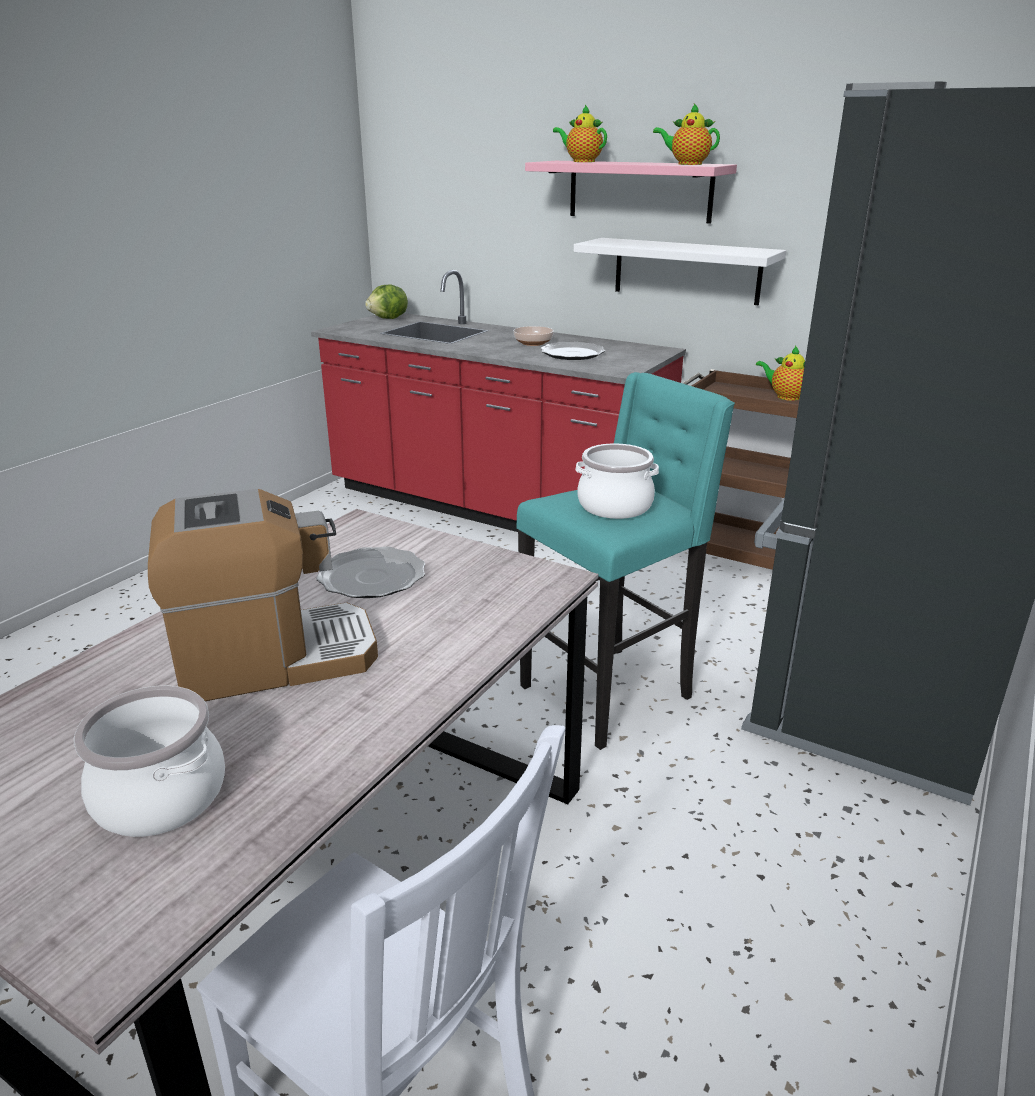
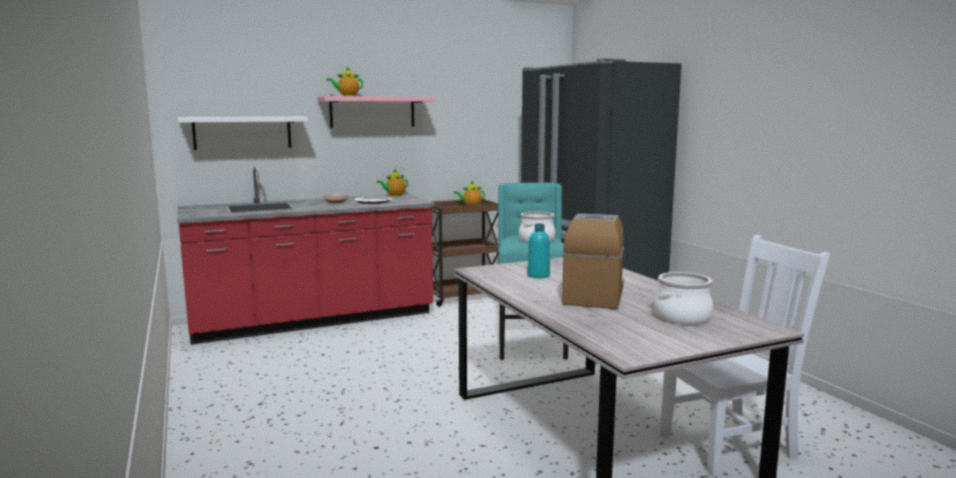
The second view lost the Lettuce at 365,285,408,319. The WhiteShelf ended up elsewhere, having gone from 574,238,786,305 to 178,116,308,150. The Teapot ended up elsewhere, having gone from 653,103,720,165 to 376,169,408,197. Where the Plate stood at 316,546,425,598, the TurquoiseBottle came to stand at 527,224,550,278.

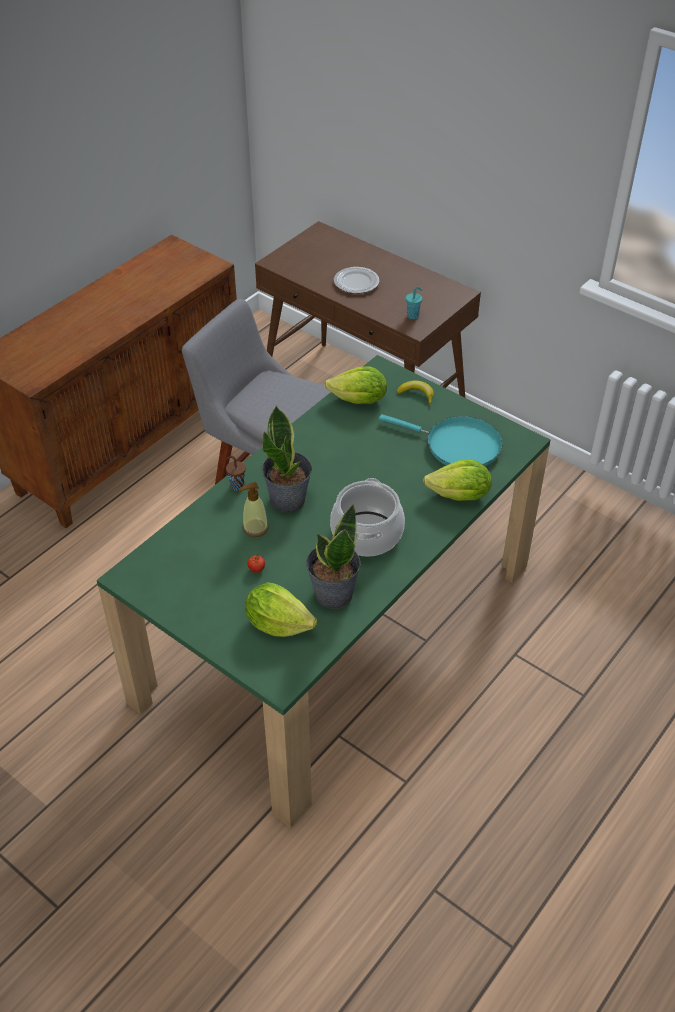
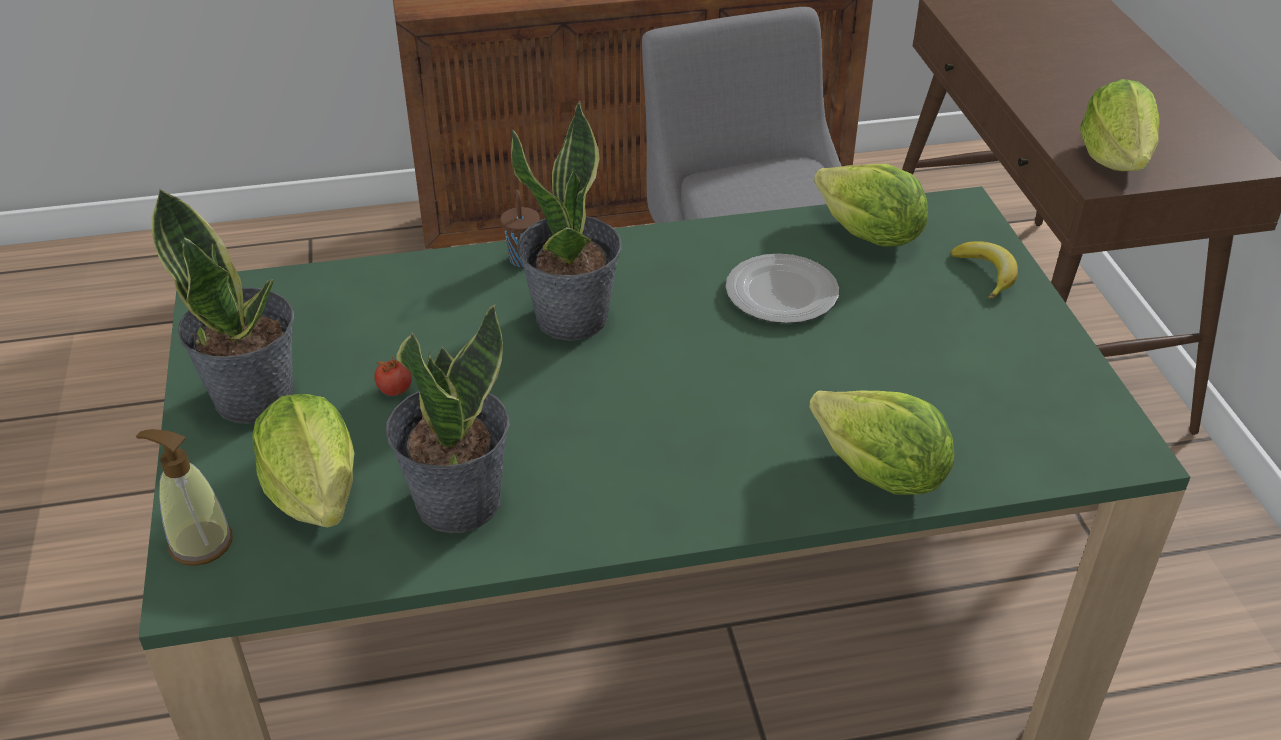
The second view lost the CookingPot at 330,478,405,556. The second view lost the TurquoiseFryingPan at 379,414,502,466. The second view gained the PottedPlant at 152,188,294,424. The SoapDispenser ended up elsewhere, having gone from 238,482,269,537 to 136,429,232,566. The Plate ended up elsewhere, having gone from 334,267,379,294 to 726,253,839,324. Where the TurquoiseCup stood at 406,287,422,319, the Lettuce came to stand at 1080,79,1160,171.

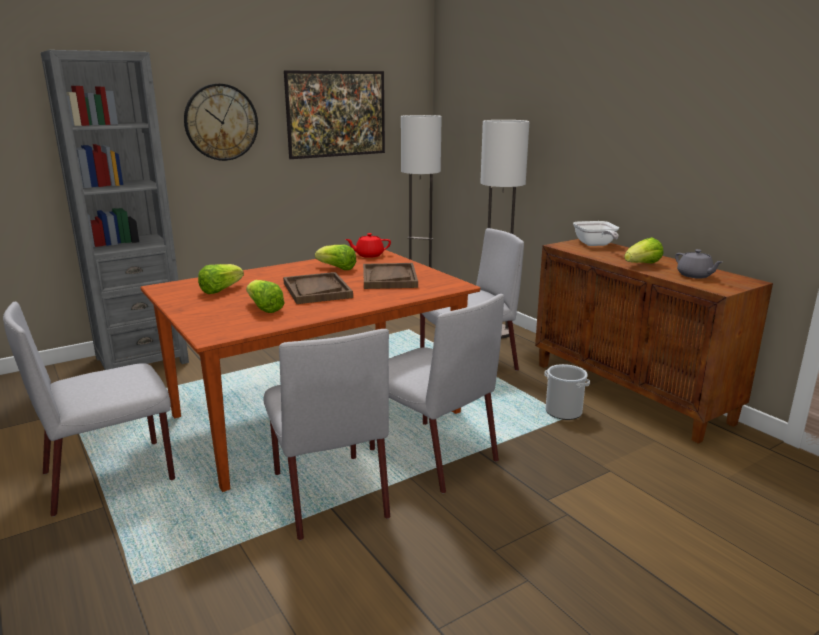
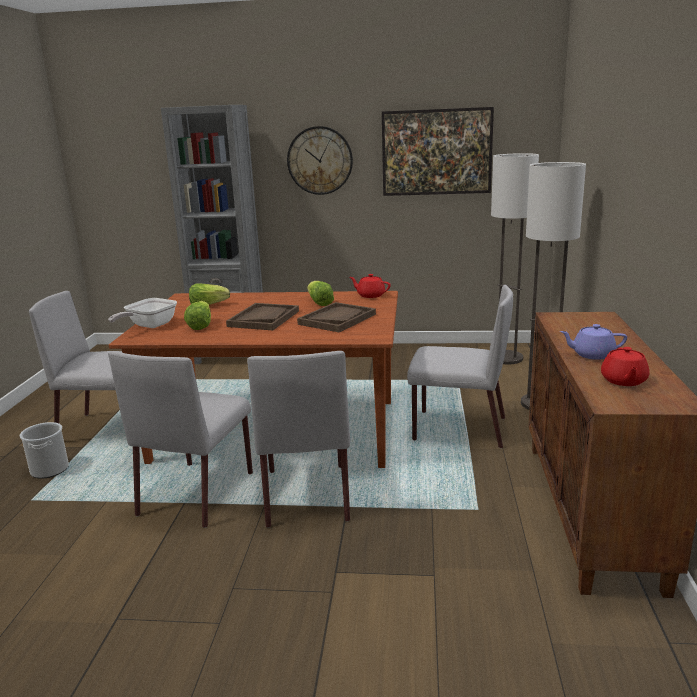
The Bucket ended up elsewhere, having gone from 544,364,590,420 to 20,422,69,479. The FryingPan ended up elsewhere, having gone from 573,221,619,246 to 108,298,177,328. Where the Lettuce stood at 624,237,663,263, the PurpleTeapot came to stand at 560,324,627,360. What was the GreyTeapot at 675,249,722,279 turned into the RedTeapot at 601,347,650,386.

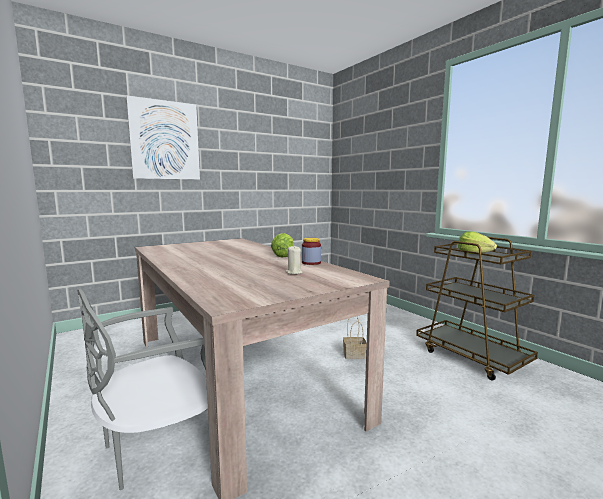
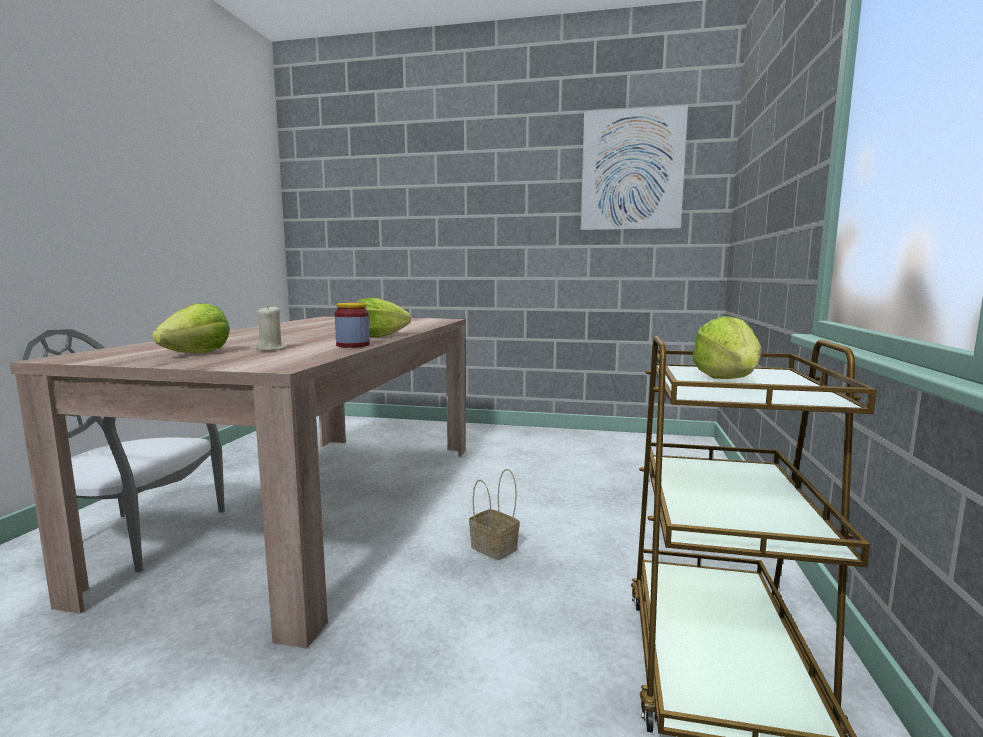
The second view gained the Lettuce at 152,303,230,353. The Picture ended up elsewhere, having gone from 126,96,200,180 to 581,105,688,230.

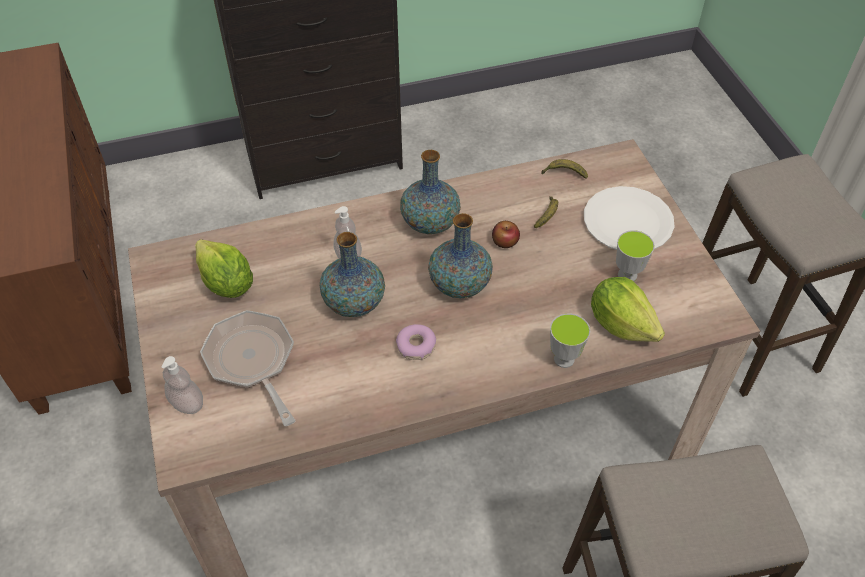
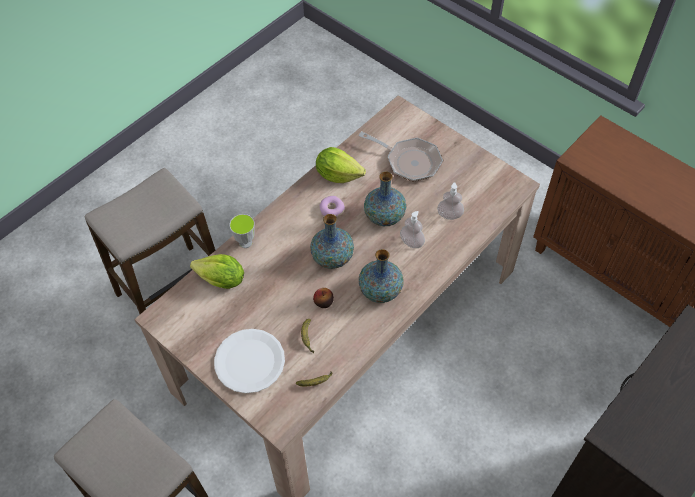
The second view lost the Cup at 616,230,655,282. The SoapDispenser ended up elsewhere, having gone from 162,356,203,414 to 437,182,464,220. The Lettuce ended up elsewhere, having gone from 195,239,253,298 to 316,147,366,183.

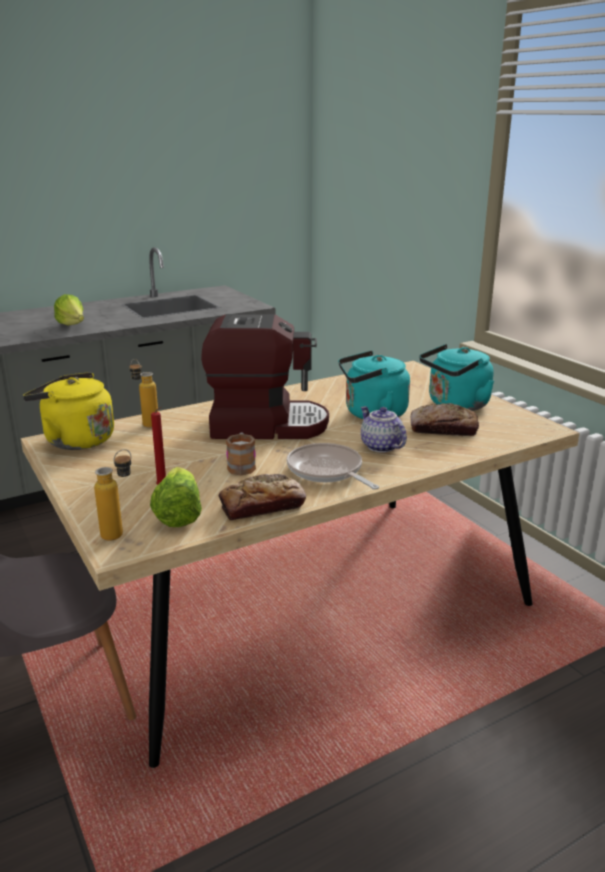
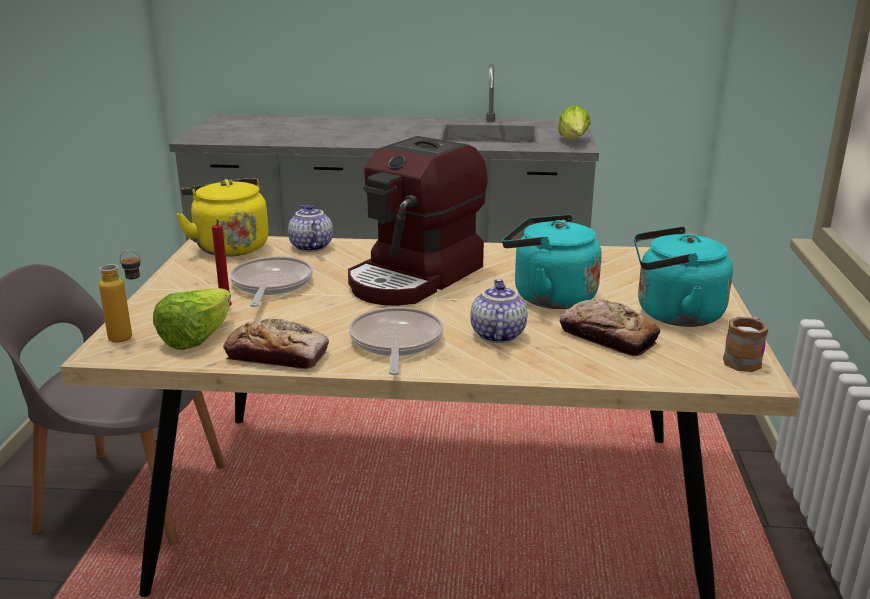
The second view gained the FryingPan at 230,256,313,307. The Lettuce ended up elsewhere, having gone from 54,294,84,326 to 558,105,591,139. The Mug ended up elsewhere, having gone from 226,432,256,475 to 723,316,769,372. Where the Bottle stood at 129,359,158,428, the Teapot came to stand at 288,204,333,252. The CoffeeMachine at 201,314,329,439 ended up facing another way, 90 degrees clockwise from before.

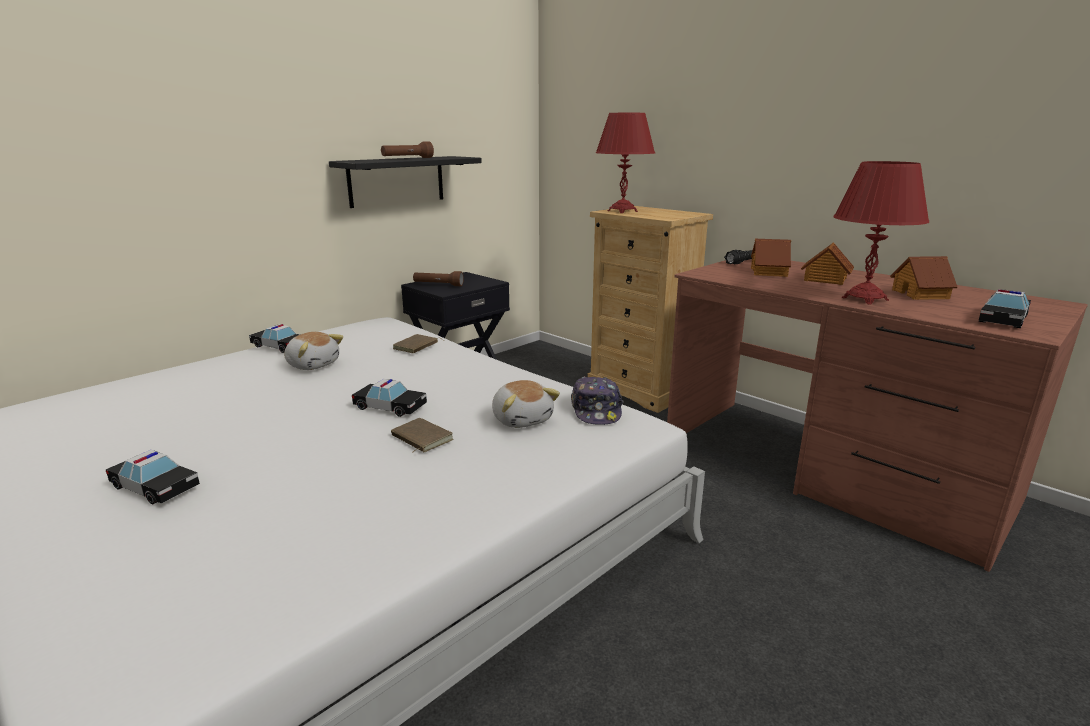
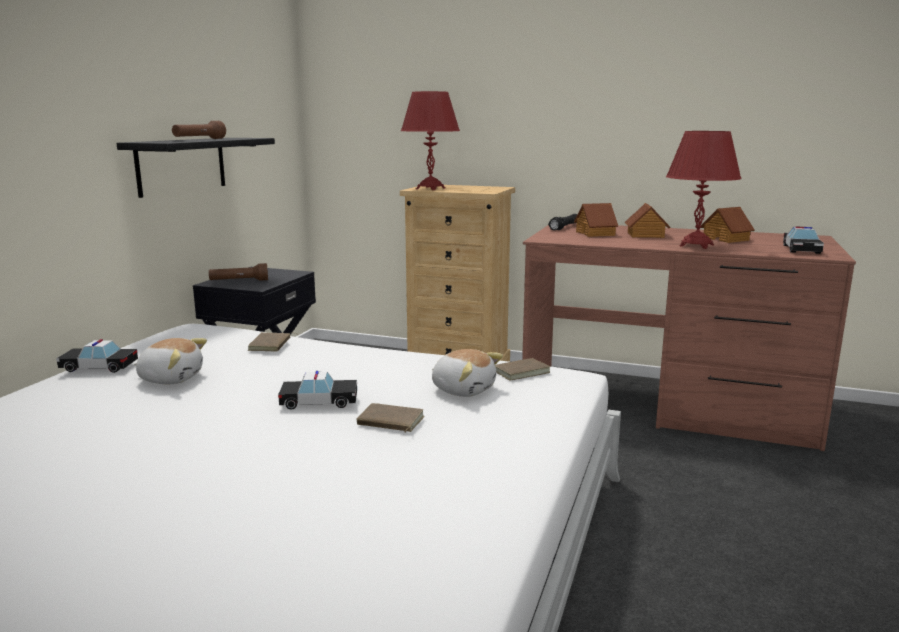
The second view lost the ToyCar at 106,450,200,504. Where the Cap stood at 571,376,623,425, the BrownBook came to stand at 495,358,550,381.

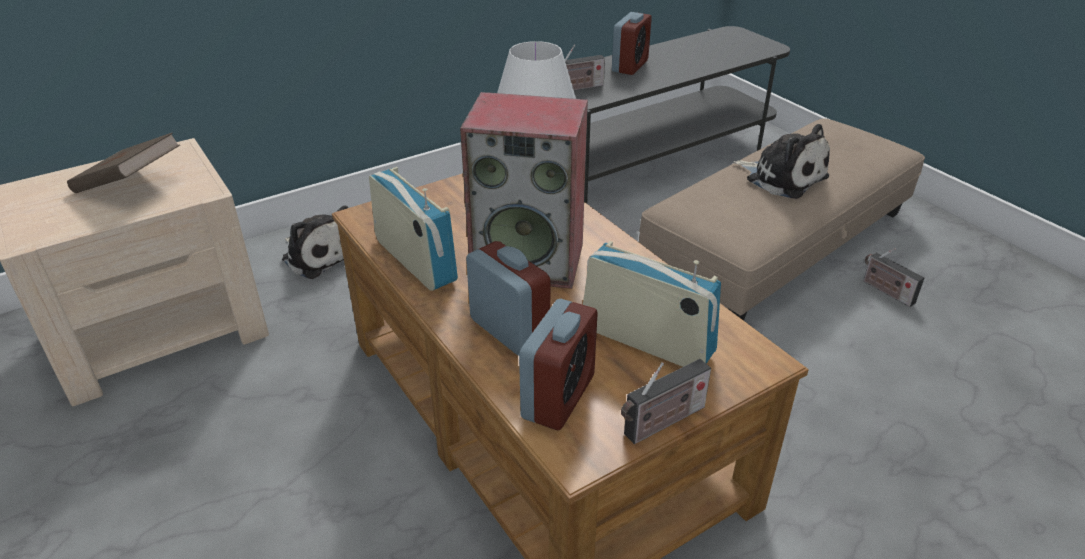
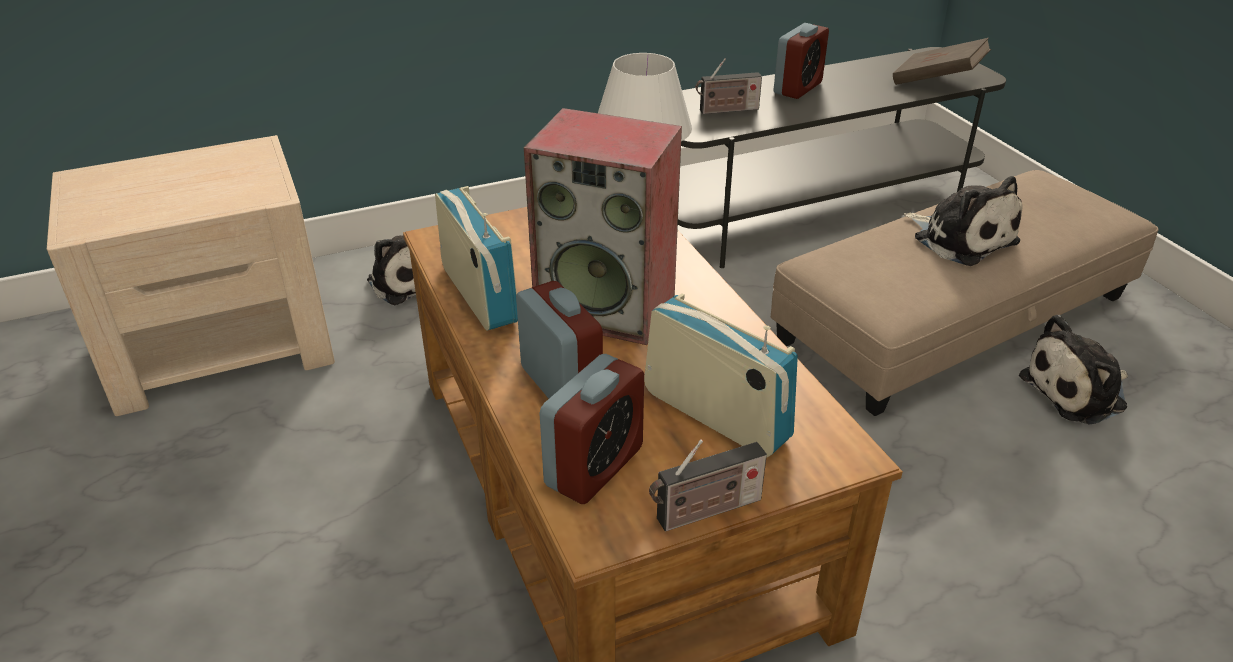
The BrownBook ended up elsewhere, having gone from 67,133,180,193 to 893,38,991,85. Where the Radio stood at 863,248,924,307, the PlushToy came to stand at 1019,315,1128,424.

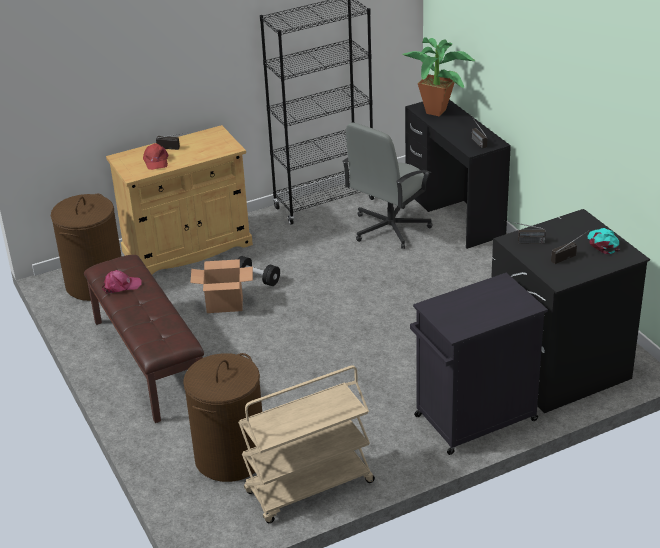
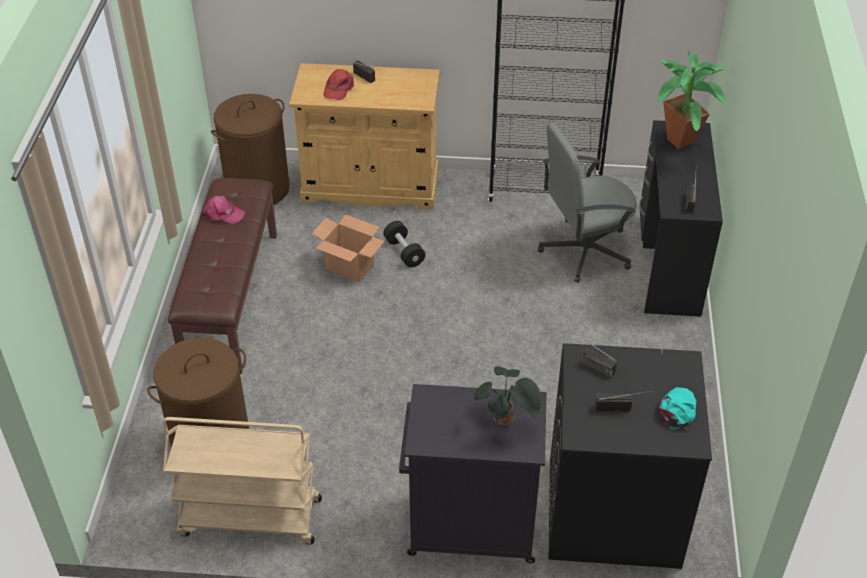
The second view gained the PottedPlant at 474,366,541,427.

